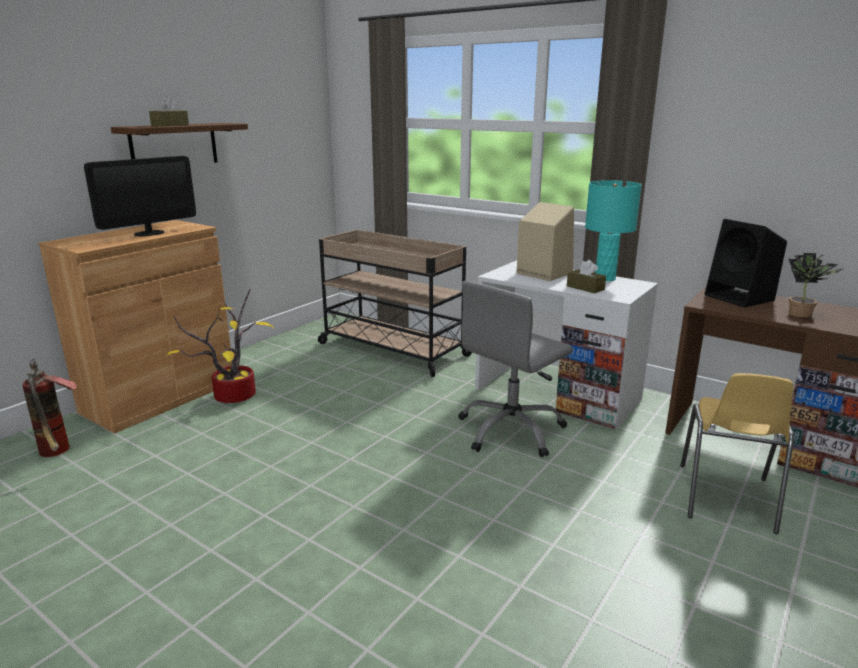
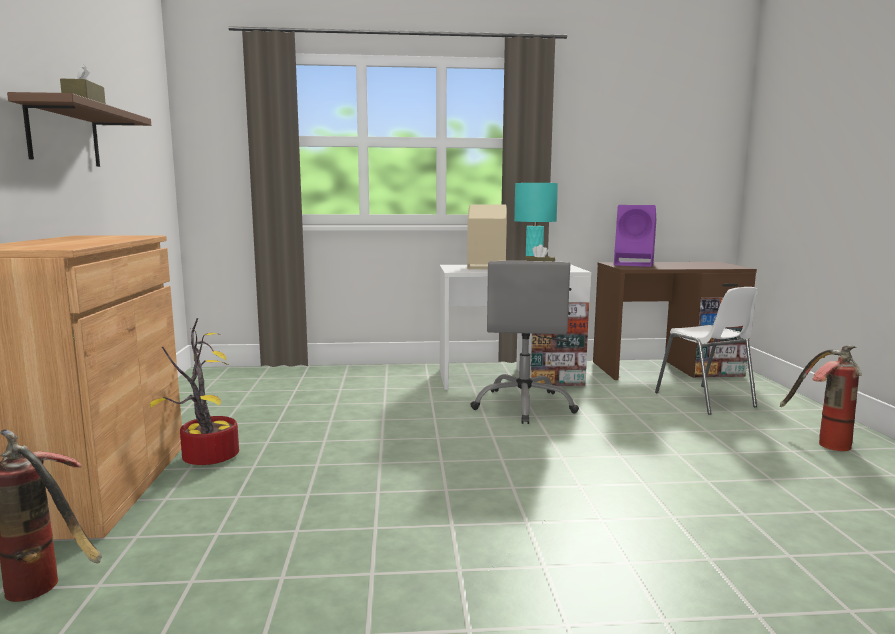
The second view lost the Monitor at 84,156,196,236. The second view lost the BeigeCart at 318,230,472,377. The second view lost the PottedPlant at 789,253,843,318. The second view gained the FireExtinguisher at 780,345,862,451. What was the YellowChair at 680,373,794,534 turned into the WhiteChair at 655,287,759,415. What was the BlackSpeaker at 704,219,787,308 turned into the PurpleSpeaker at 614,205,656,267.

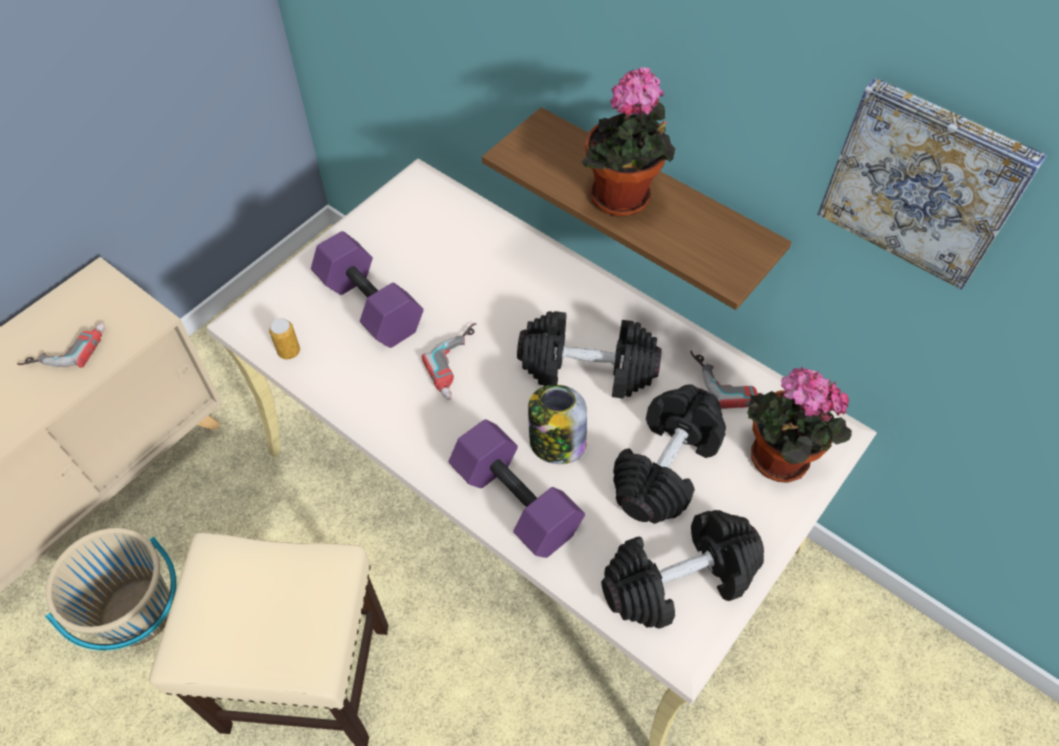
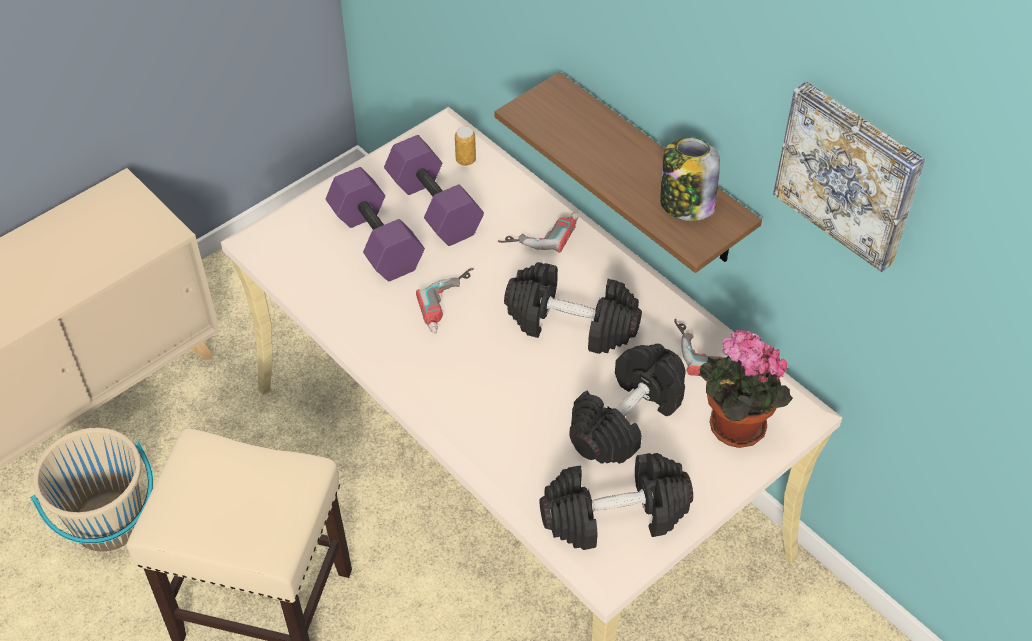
The second view lost the PottedPlant at 582,66,675,216. The PowerDrill ended up elsewhere, having gone from 17,323,105,368 to 498,212,578,253. The Can ended up elsewhere, having gone from 269,318,300,359 to 455,127,476,166. The PurpleDumbbell ended up elsewhere, having gone from 449,419,585,558 to 384,135,484,246. The Jar ended up elsewhere, having gone from 528,385,587,464 to 660,137,720,221.

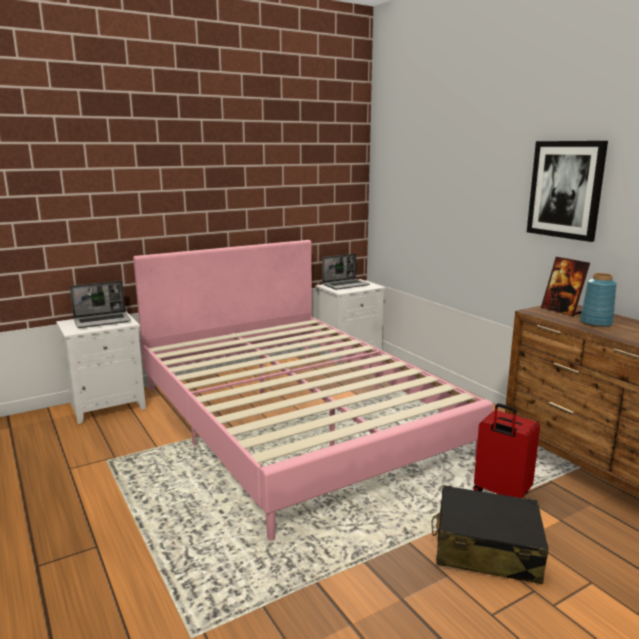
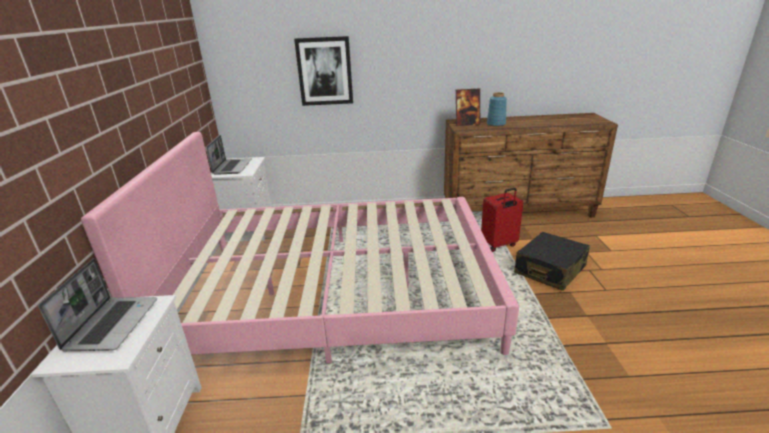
The Picture ended up elsewhere, having gone from 527,141,608,242 to 294,36,353,106.

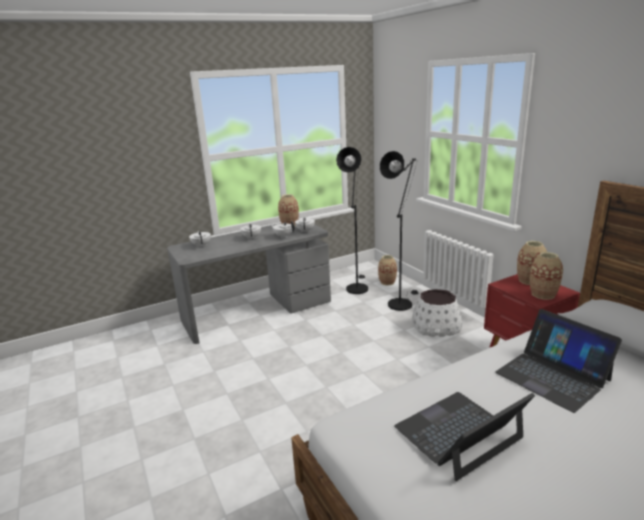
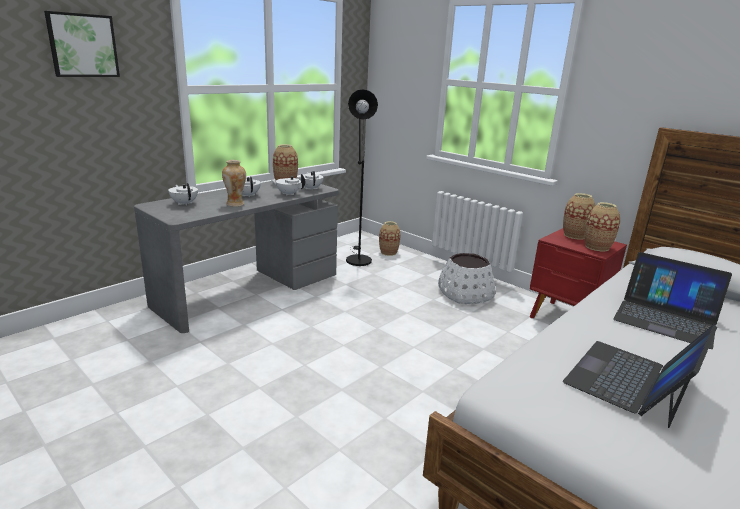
The second view lost the BlackFloorLamp at 380,151,418,311. The second view gained the Picture at 44,11,120,77. The second view gained the Vase at 222,160,246,207.

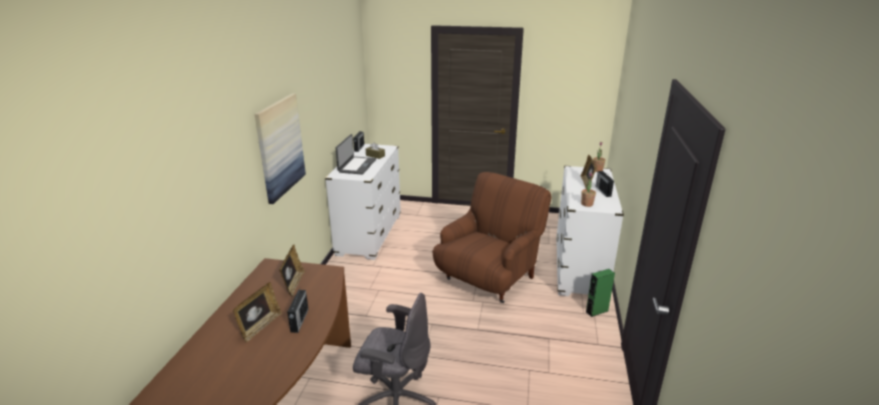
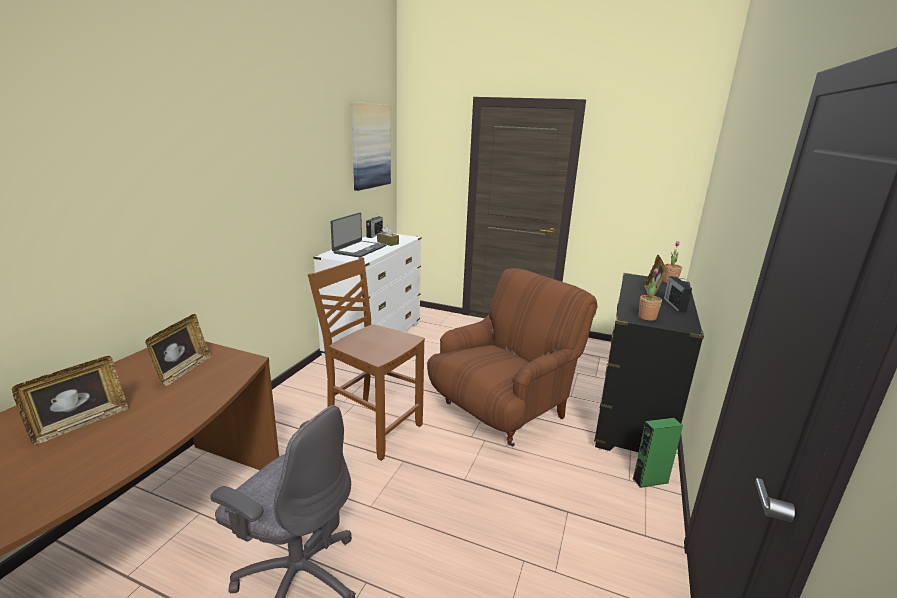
The second view lost the Radio at 287,289,309,333. The second view gained the BrownChair at 308,257,425,461. The Picture ended up elsewhere, having gone from 255,93,306,204 to 351,102,391,191. What was the WhiteDresser at 556,166,624,296 turned into the BlackDresser at 594,273,704,452.

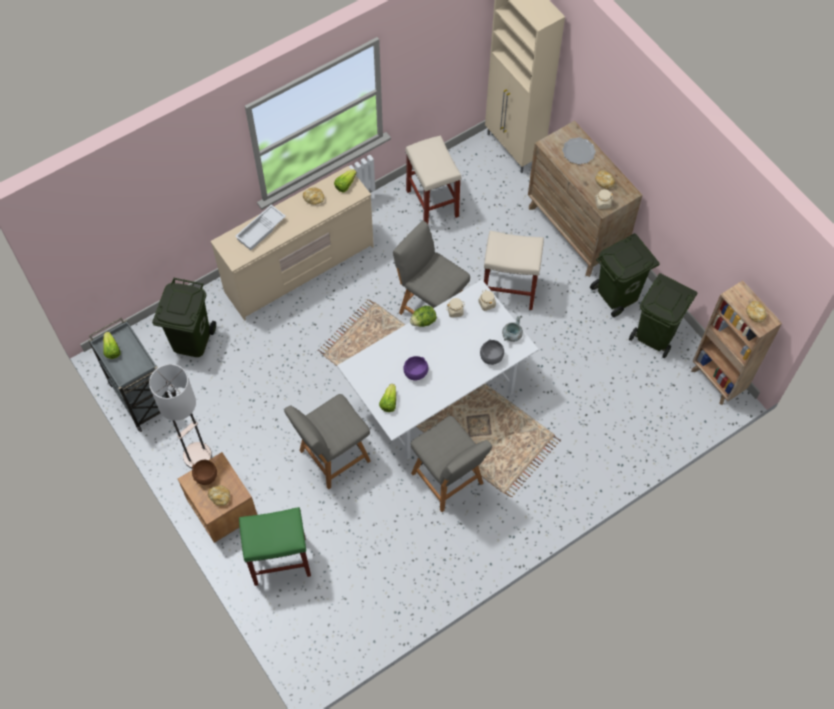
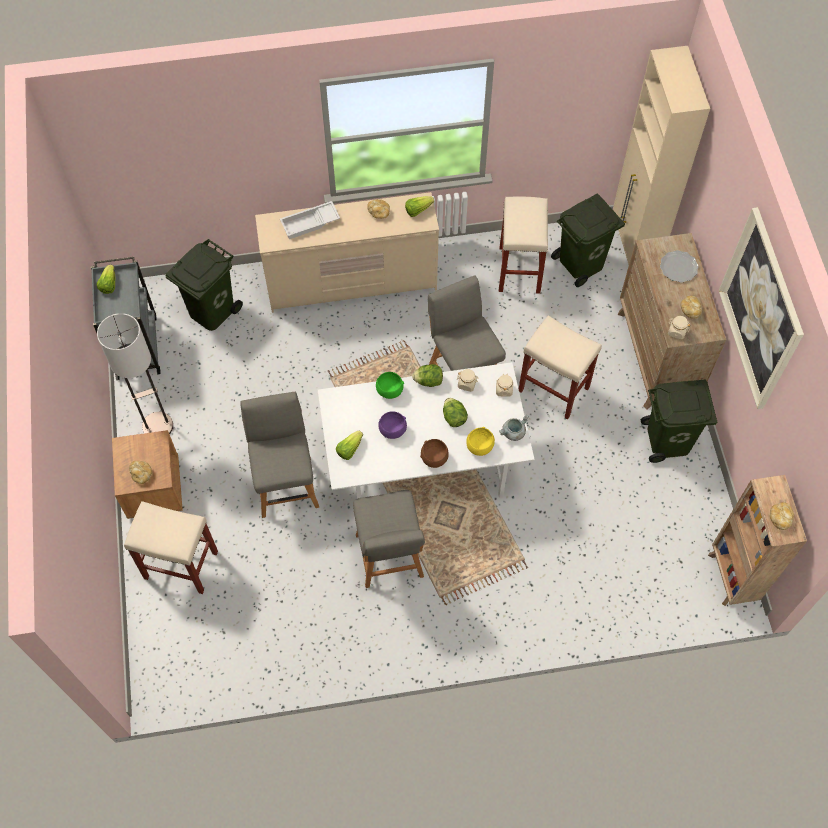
The second view gained the GreenBowl at 376,372,404,399. The second view gained the Lettuce at 443,398,468,427. The second view gained the Picture at 719,207,804,409. The BrownBowl ended up elsewhere, having gone from 192,460,217,485 to 420,439,449,468. The GreenTrashCan ended up elsewhere, having gone from 629,273,698,358 to 551,194,625,287. What was the GreenStool at 239,507,311,586 turned into the BeigeStool at 124,501,218,594. What was the GreyBowl at 480,339,504,365 turned into the YellowBowl at 466,427,495,456. The GreyChair at 284,394,371,489 ended up facing another way, 90 degrees clockwise from before.

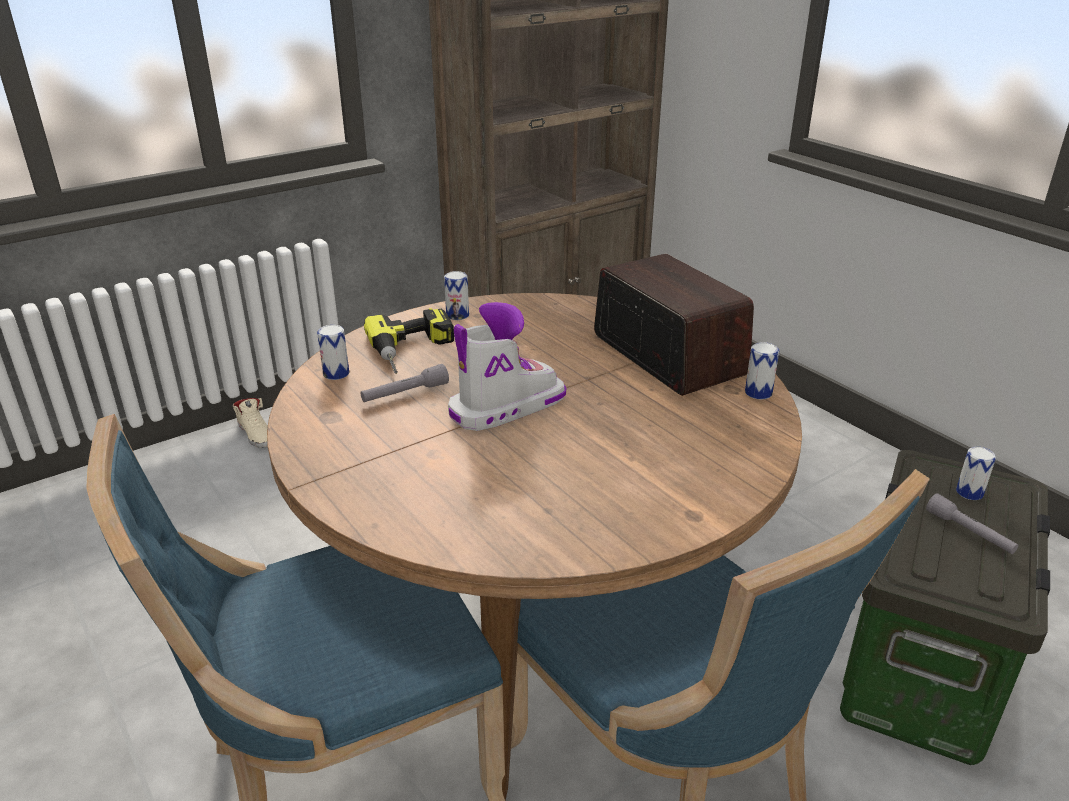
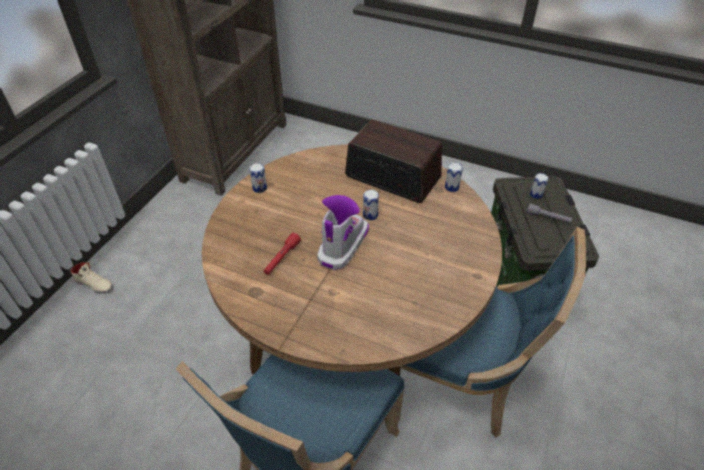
The second view lost the PowerDrill at 364,308,454,374. The Can ended up elsewhere, having gone from 317,325,349,380 to 363,190,379,220. What was the GreyFlashlight at 361,364,449,402 turned into the RedFlashlight at 263,233,301,275.

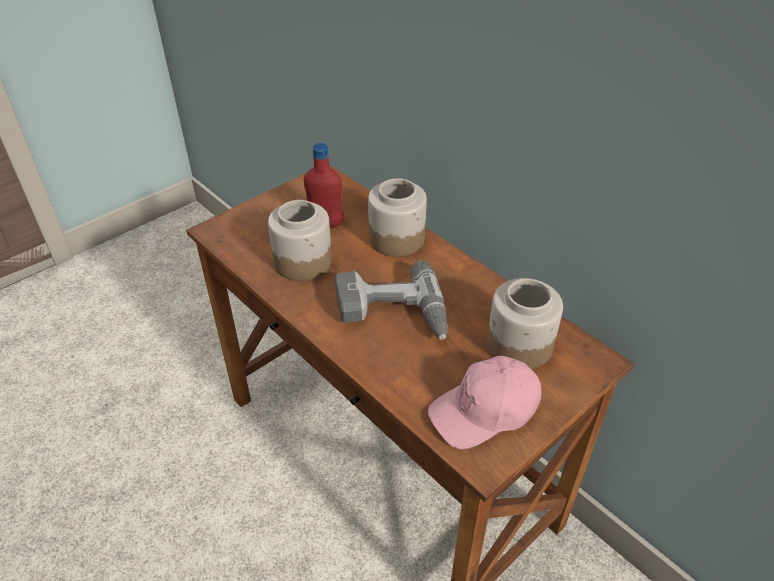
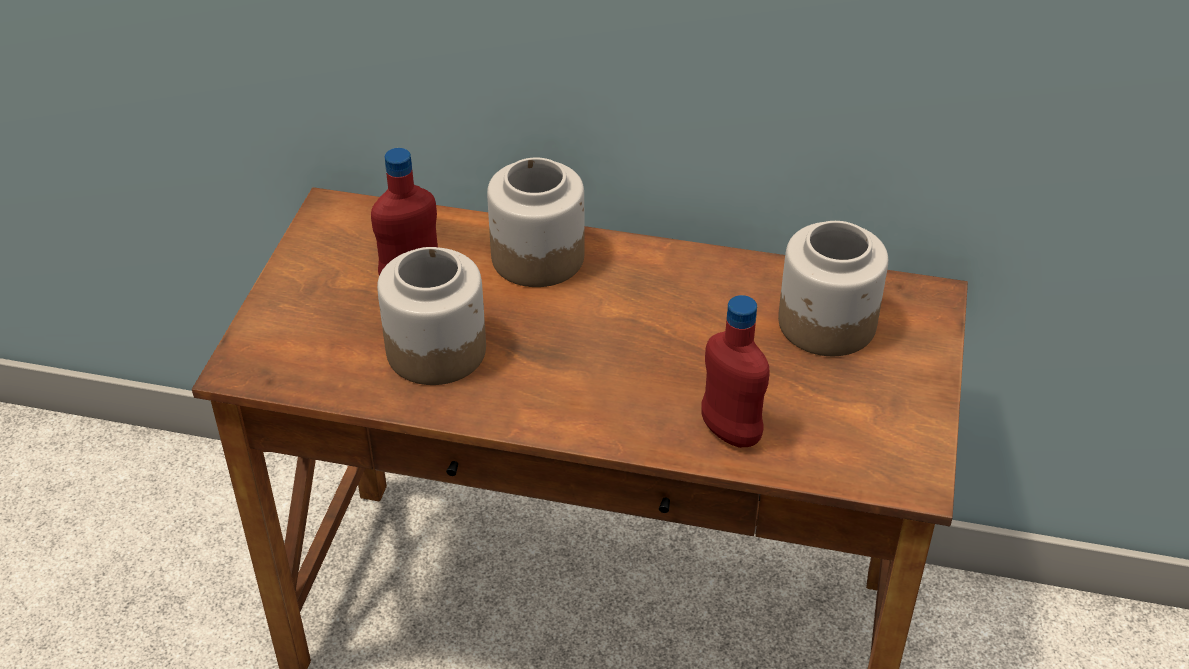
The second view lost the PowerDrill at 335,260,448,340. The second view lost the PinkCap at 428,356,541,449. The second view gained the RedBottle at 701,295,769,448.

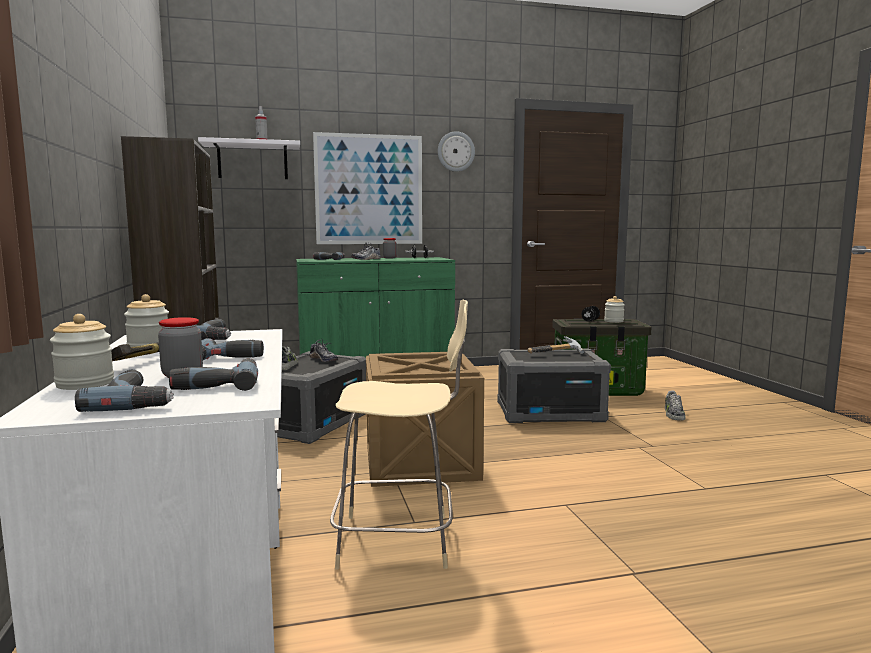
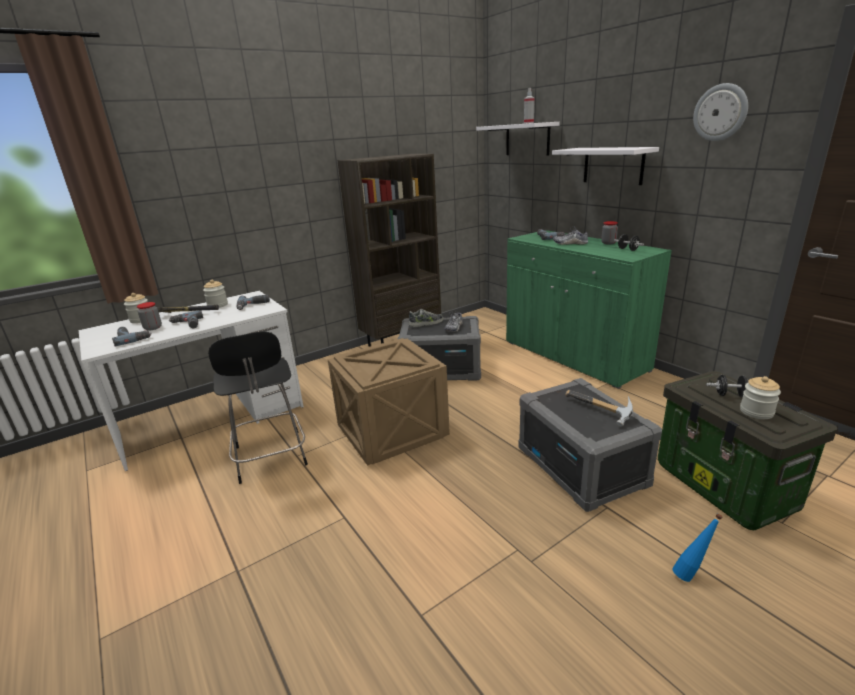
The second view lost the PowerDrill at 75,370,174,412. Where the Picture hung at 313,132,422,244, the WhiteShelf came to hang at 552,147,659,185. Where the Shoe stood at 665,391,686,421, the BlueBottle came to stand at 672,514,723,582. What was the BeigeStool at 330,300,468,570 turned into the BlackStool at 208,331,308,484.

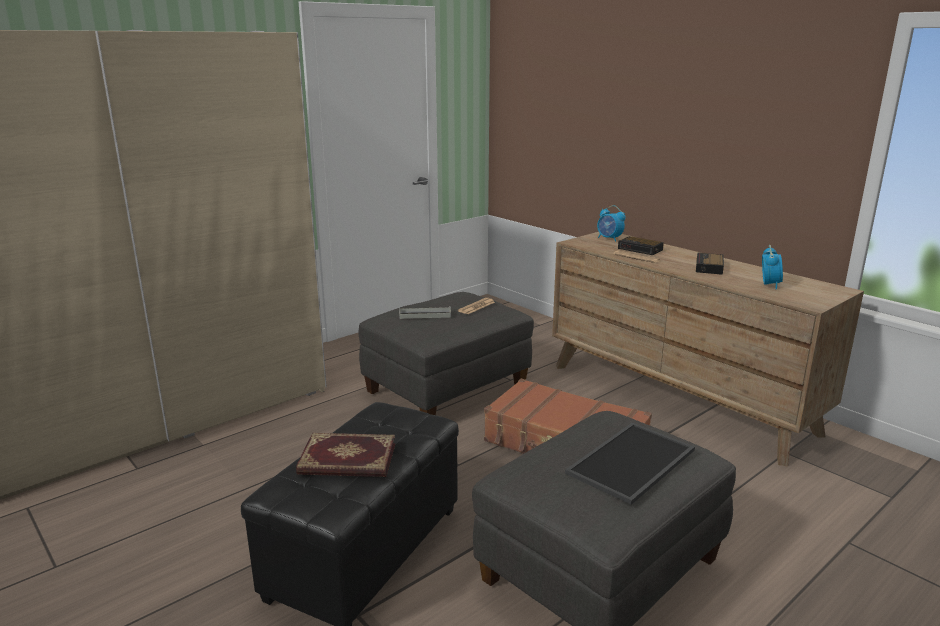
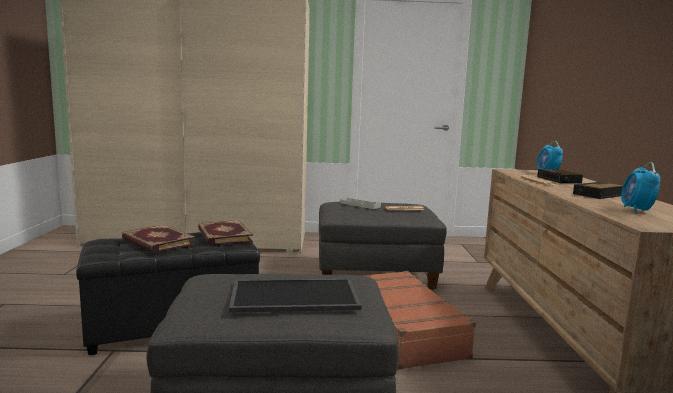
The second view gained the Book at 198,220,253,246. The AlarmClock at 762,245,783,290 ended up facing another way, 135 degrees clockwise from before.

